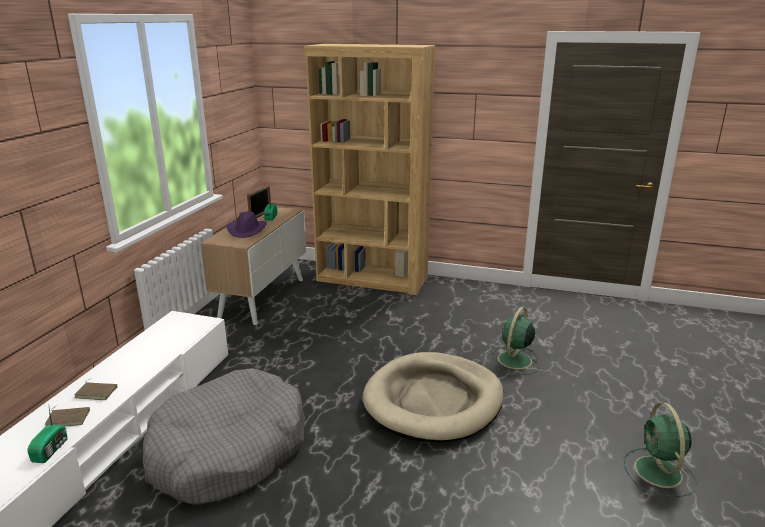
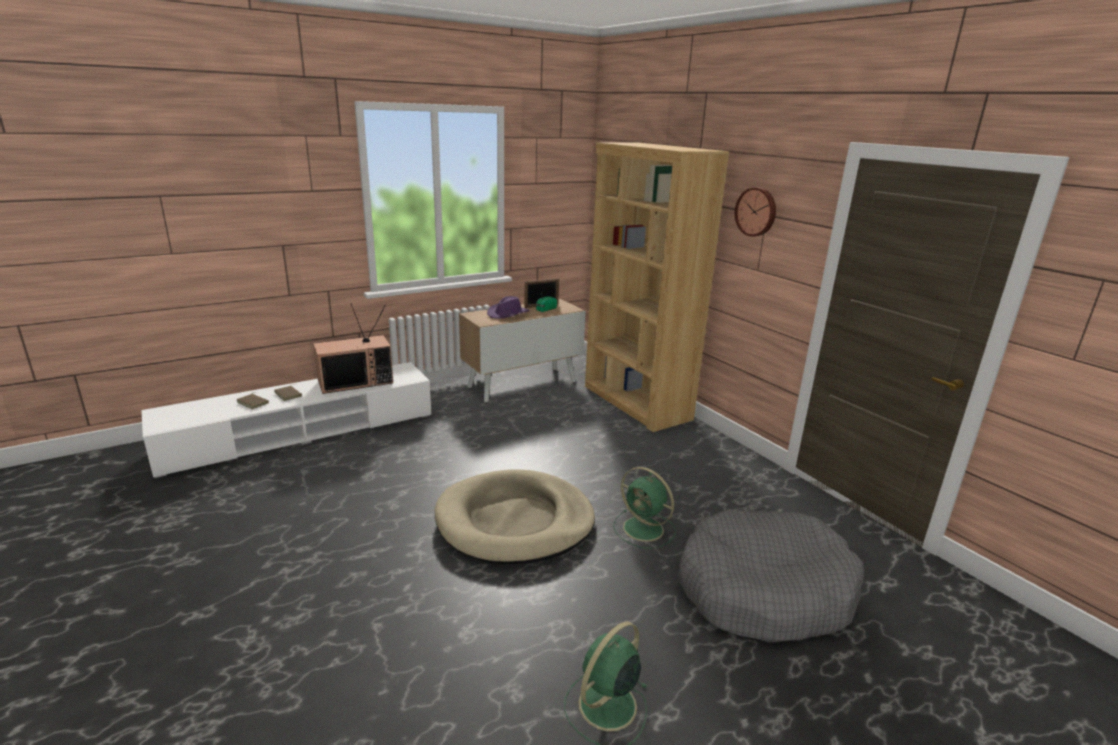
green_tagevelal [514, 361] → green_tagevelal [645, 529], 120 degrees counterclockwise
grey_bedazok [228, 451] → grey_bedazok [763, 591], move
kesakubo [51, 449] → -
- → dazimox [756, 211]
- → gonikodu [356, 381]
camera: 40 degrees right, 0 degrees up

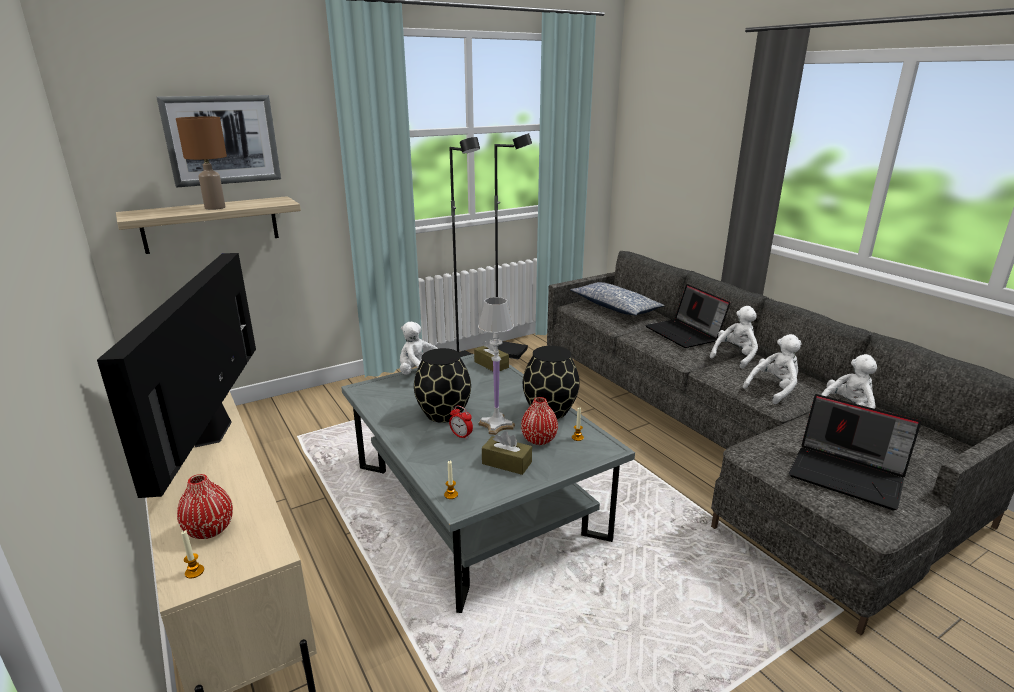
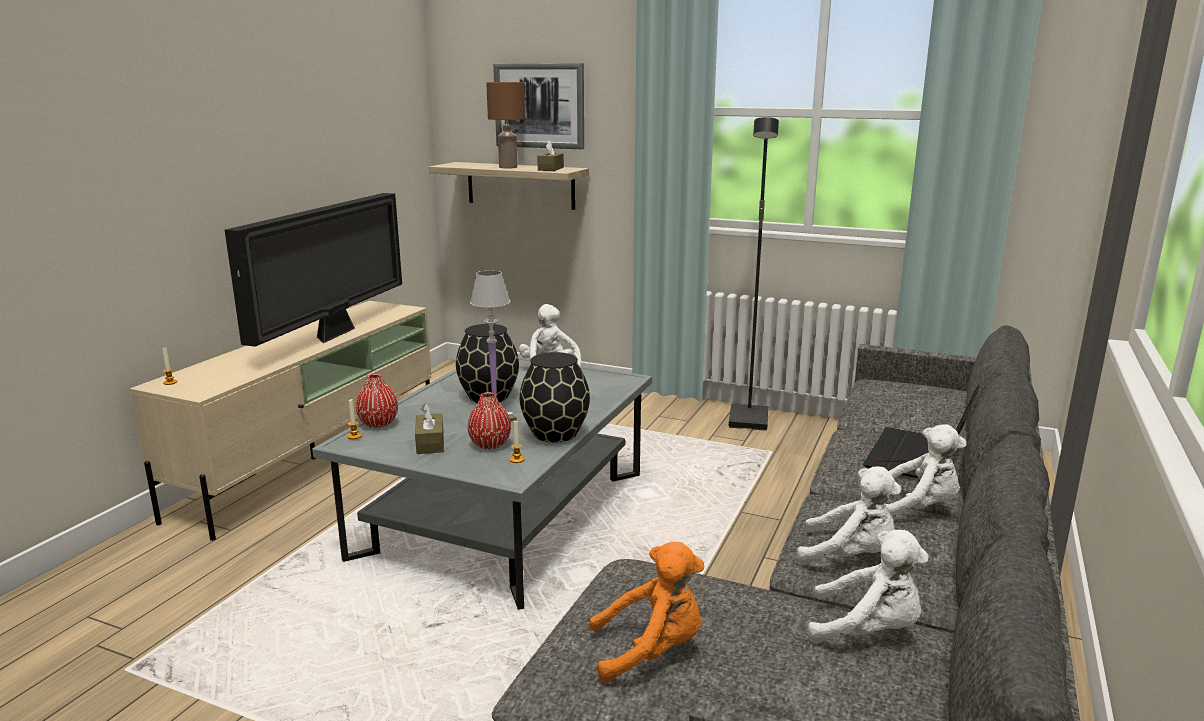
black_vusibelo [508, 351] → -
gonikodu [213, 432] → gonikodu [335, 333], 150 degrees clockwise
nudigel [615, 307] → -
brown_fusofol [491, 364] → brown_fusofol [550, 169], move
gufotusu [848, 475] → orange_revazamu [651, 651]
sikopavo [461, 436] → -
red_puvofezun [210, 530] → red_puvofezun [378, 423], move
camera: 55 degrees right, 5 degrees down

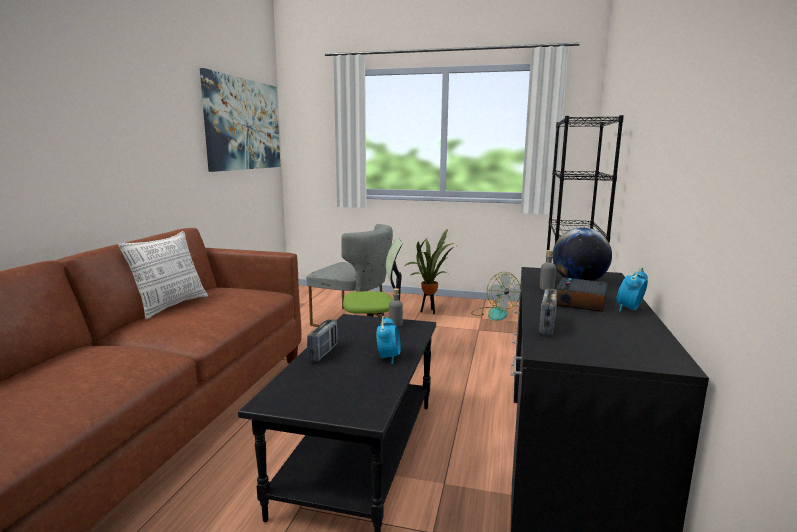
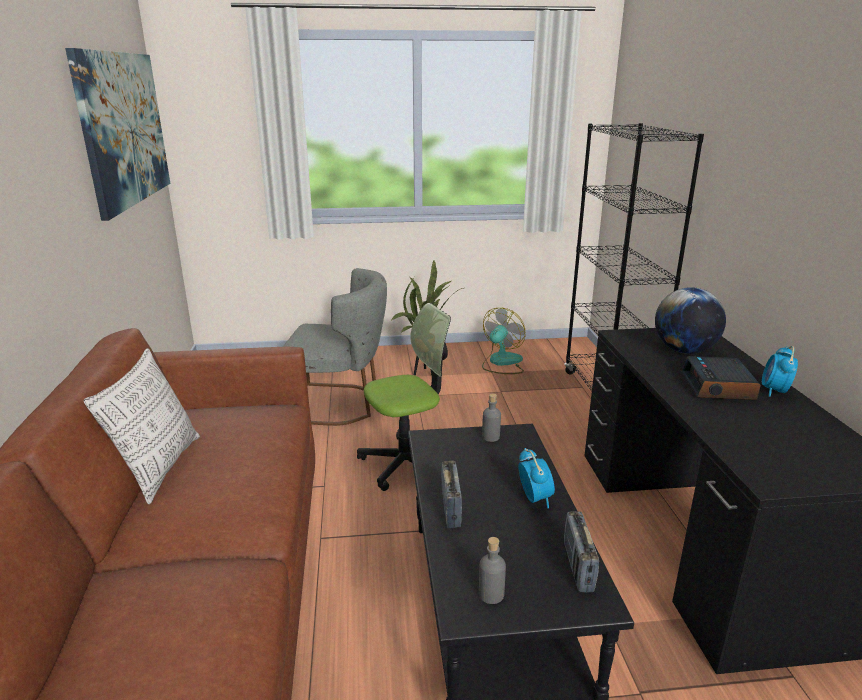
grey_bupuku [546, 288] → grey_bupuku [491, 594], move
tagevelal [493, 313] → tagevelal [501, 363], 105 degrees counterclockwise
kesakubo [547, 326] → kesakubo [578, 567], move
camera: 20 degrees left, 10 degrees up

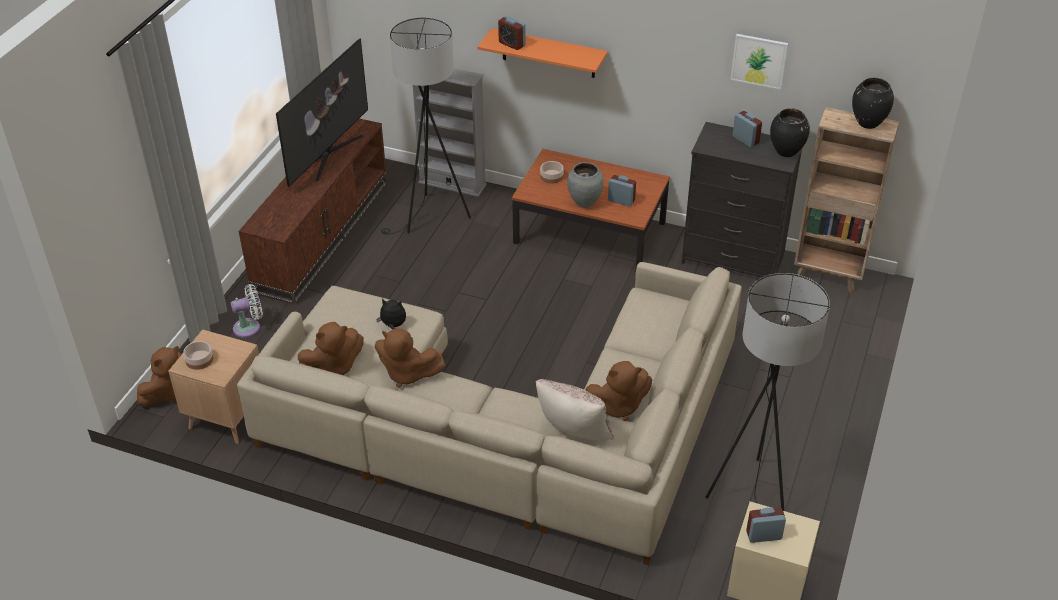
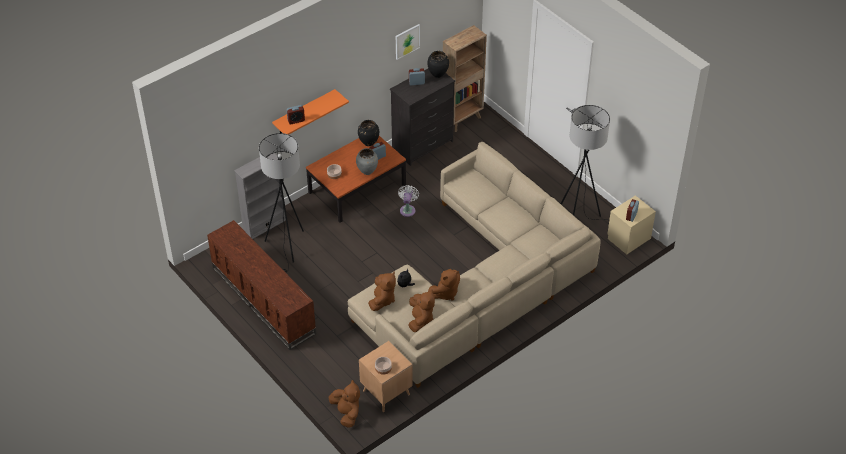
gonikodu [328, 154] → -
black_puvofezun [867, 123] → black_puvofezun [369, 143], move
white_tagevelal [249, 327] → white_tagevelal [408, 209], move
brown_revazamu [617, 406] → brown_revazamu [382, 300], move
beige_nudigel [573, 434] → -
camera: 60 degrees left, 5 degrees up

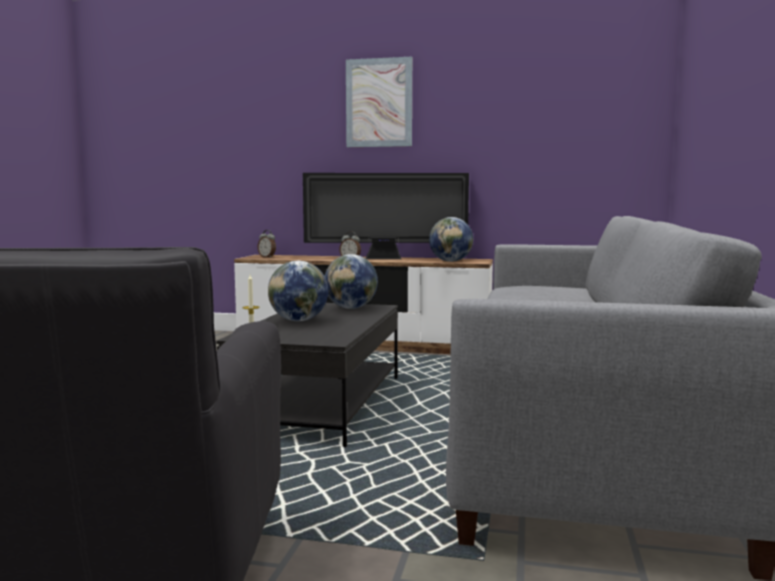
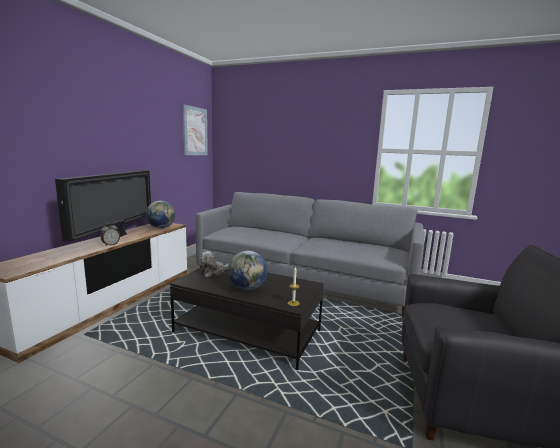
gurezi [379, 103] → gurezi [195, 131], move
sikopavo [267, 257] → -
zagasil [351, 308] → revazamu [213, 272]
camera: 80 degrees left, 5 degrees up

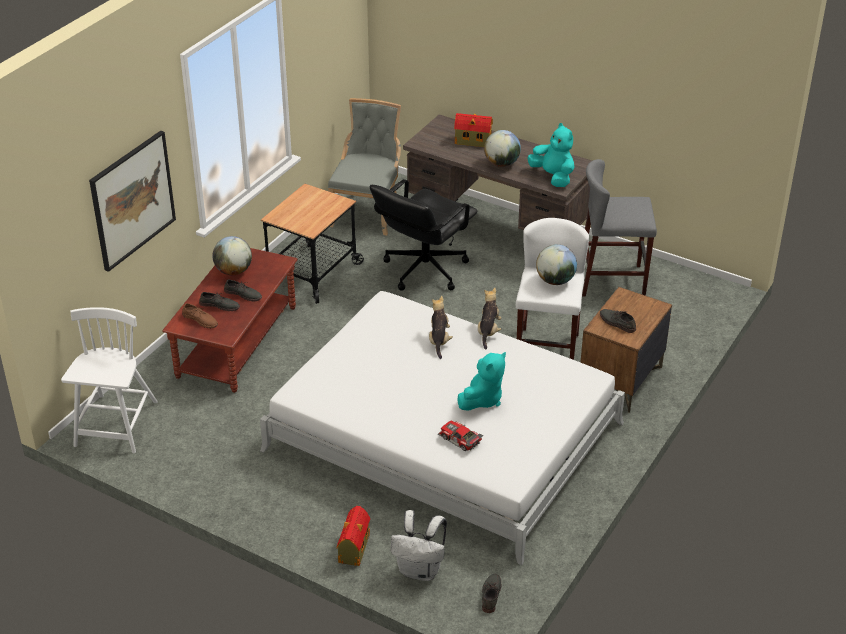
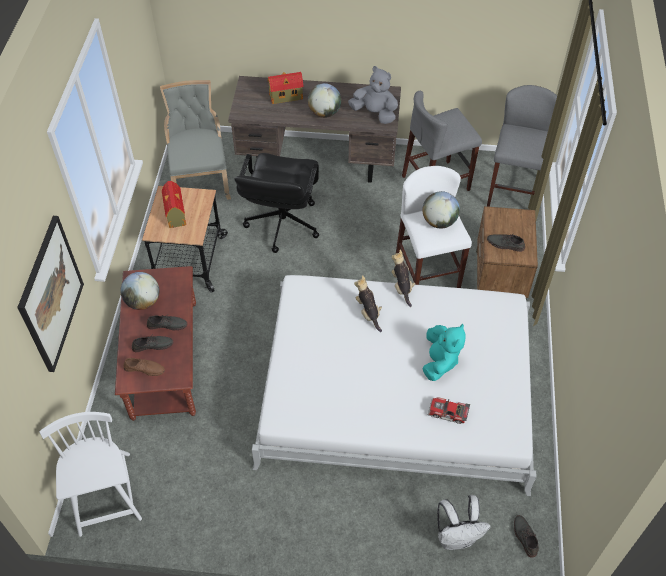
turquoise_revazamu [553, 177] → grey_revazamu [374, 113]
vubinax [353, 549] → vubinax [175, 214], move
- → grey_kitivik [513, 191]
camera: 25 degrees left, 15 degrees up

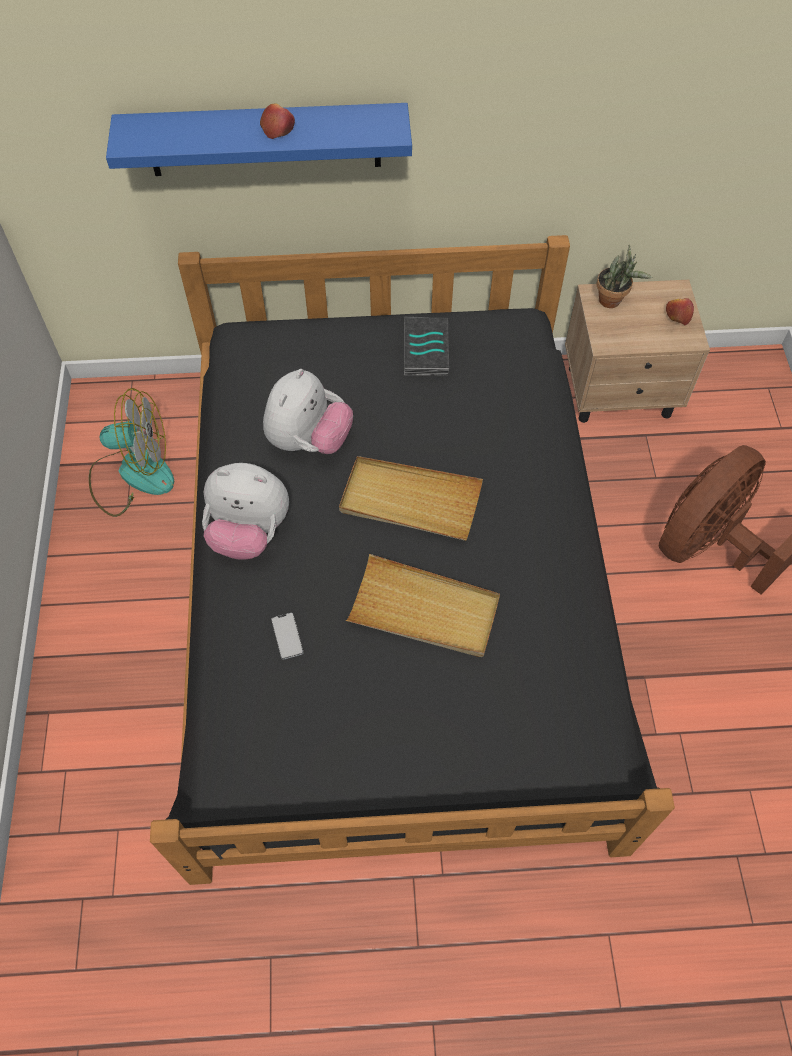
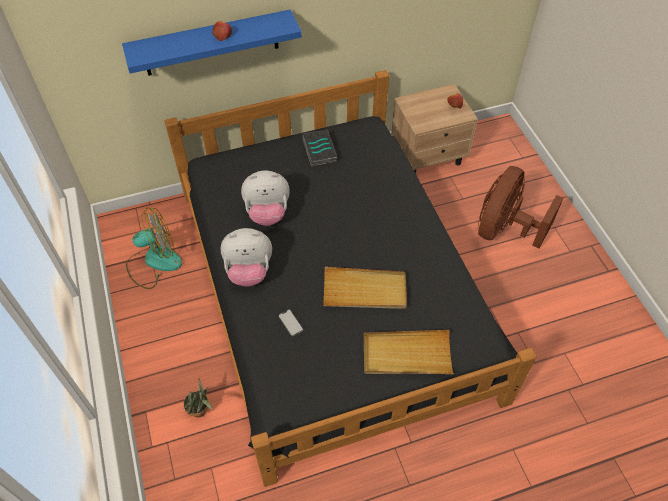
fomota [613, 301] → fomota [201, 411], move
revazamu [309, 440] → revazamu [267, 213], 75 degrees clockwise
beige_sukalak [410, 501] → beige_sukalak [406, 355], move
camera: 15 degrees left, 5 degrees down

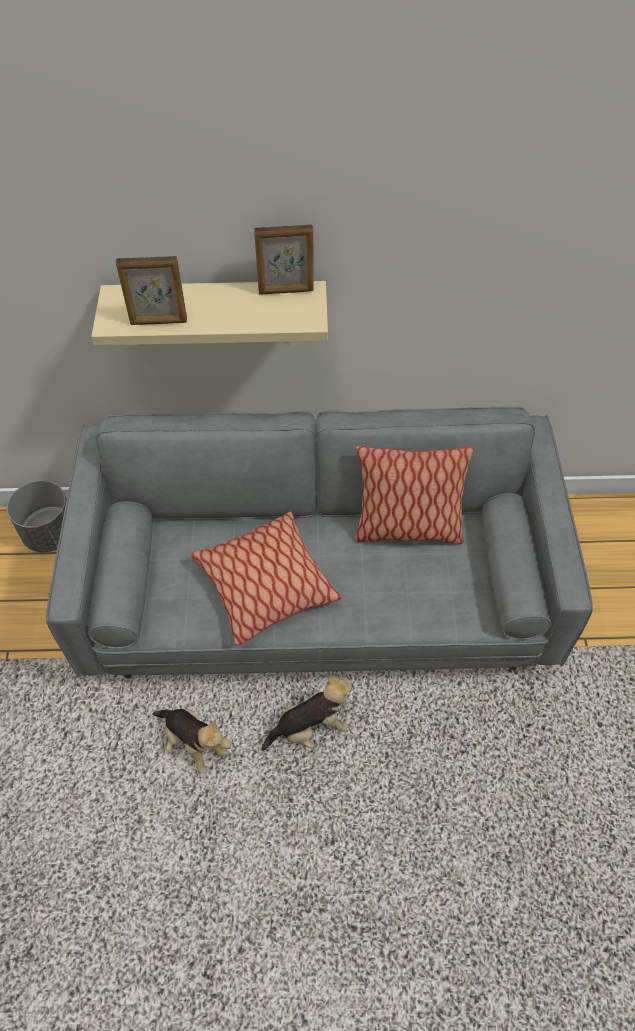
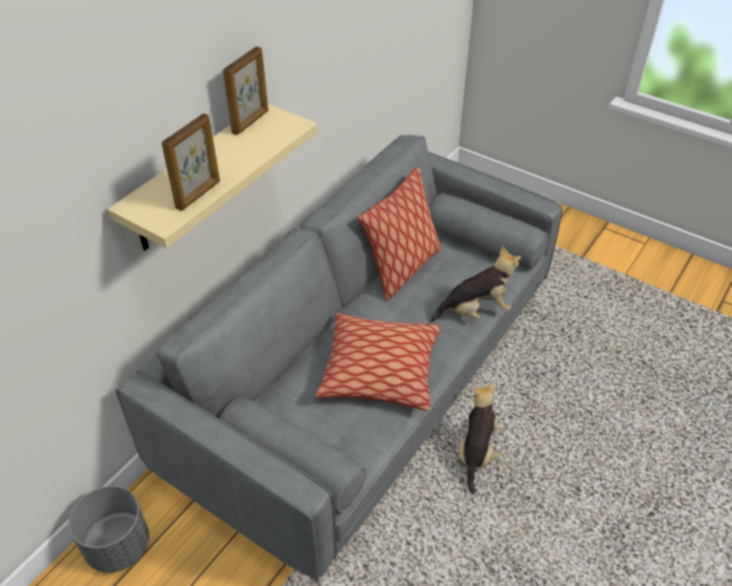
revazamu [193, 743] → revazamu [475, 310], move
camera: 55 degrees left, 10 degrees down

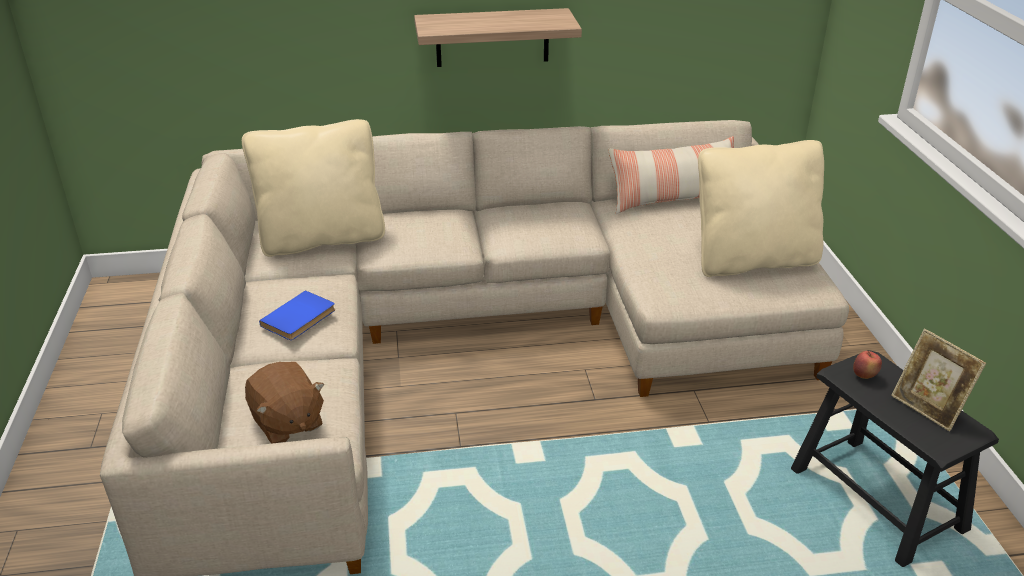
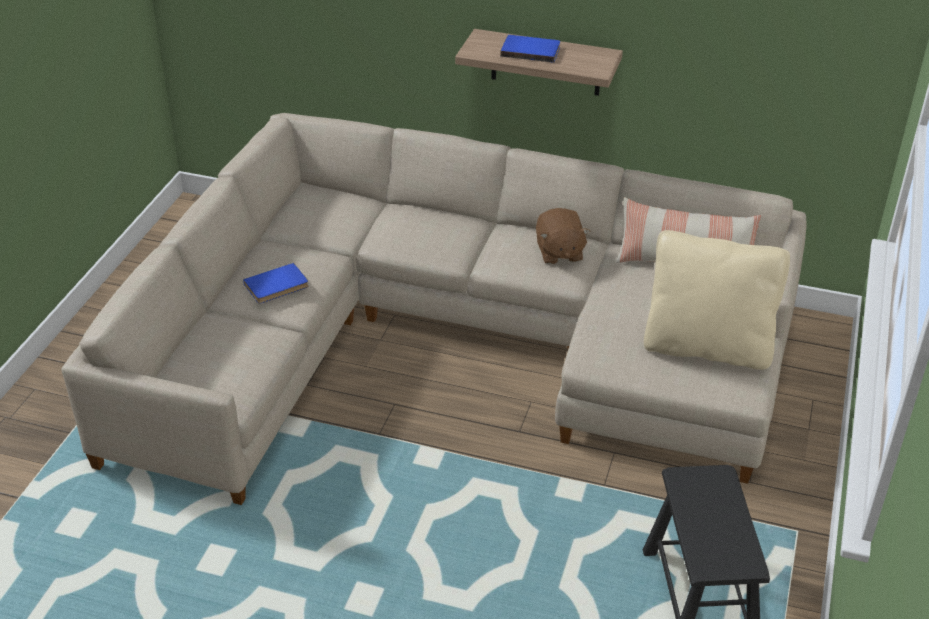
beige_nudigel [322, 239] → -
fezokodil [927, 409] → -
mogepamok [864, 375] → -
brown_revazamu [287, 423] → brown_revazamu [559, 252], move
- → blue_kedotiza [531, 50]
camera: 25 degrees right, 5 degrees up

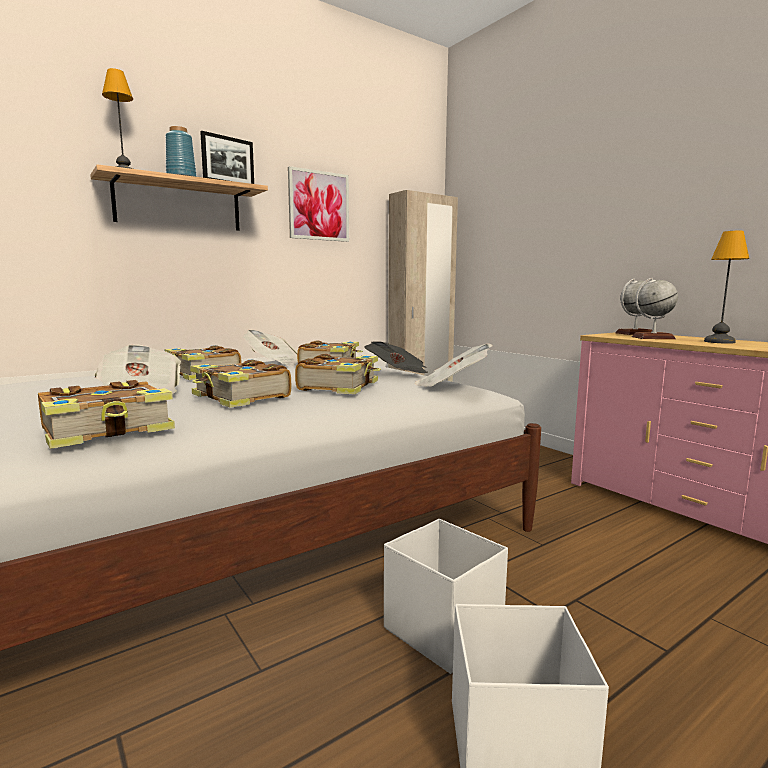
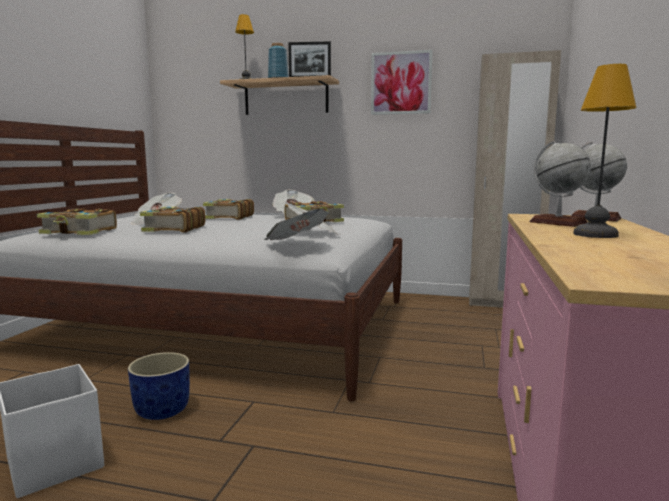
kedotiza [340, 386] → -
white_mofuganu [442, 629] → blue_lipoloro [162, 409]
camera: 50 degrees right, 0 degrees up

